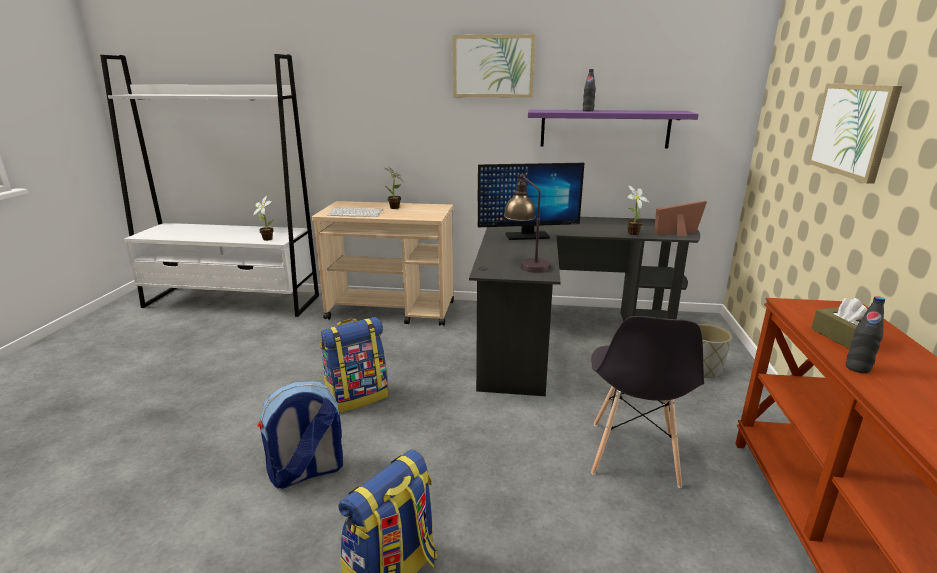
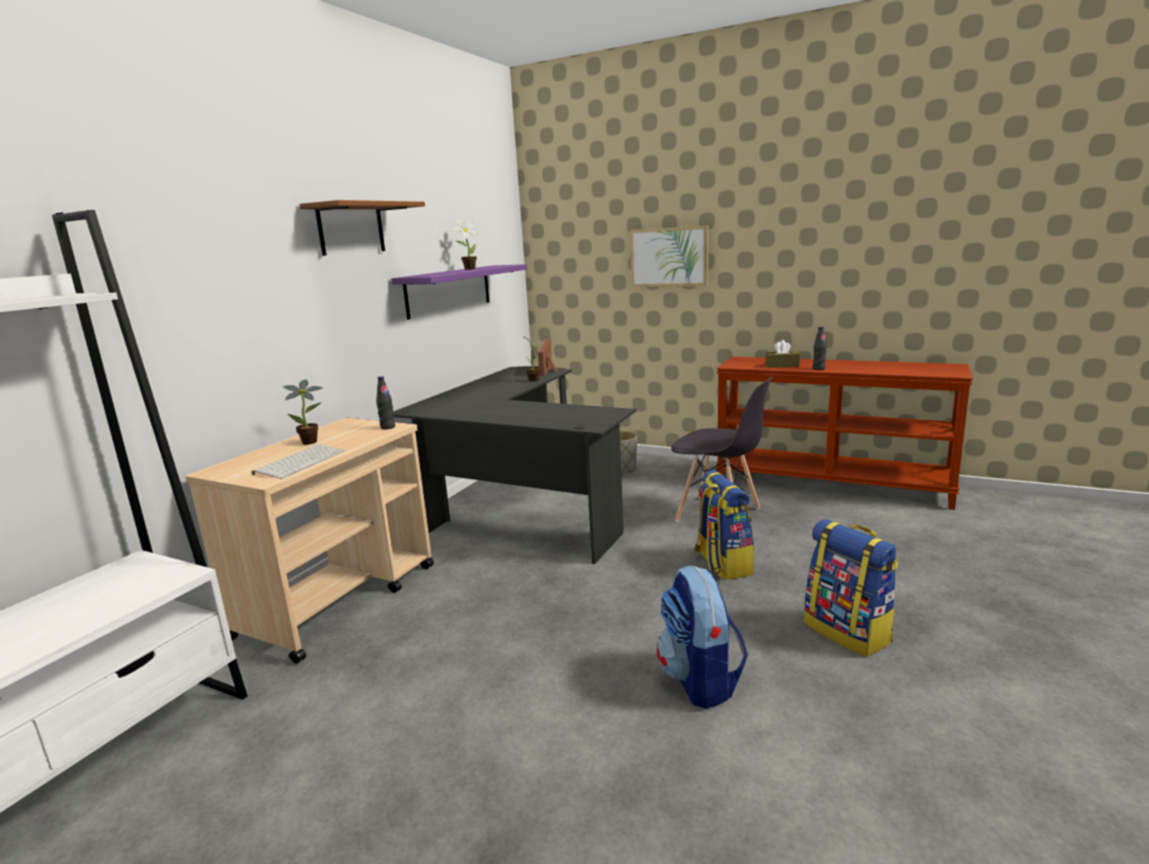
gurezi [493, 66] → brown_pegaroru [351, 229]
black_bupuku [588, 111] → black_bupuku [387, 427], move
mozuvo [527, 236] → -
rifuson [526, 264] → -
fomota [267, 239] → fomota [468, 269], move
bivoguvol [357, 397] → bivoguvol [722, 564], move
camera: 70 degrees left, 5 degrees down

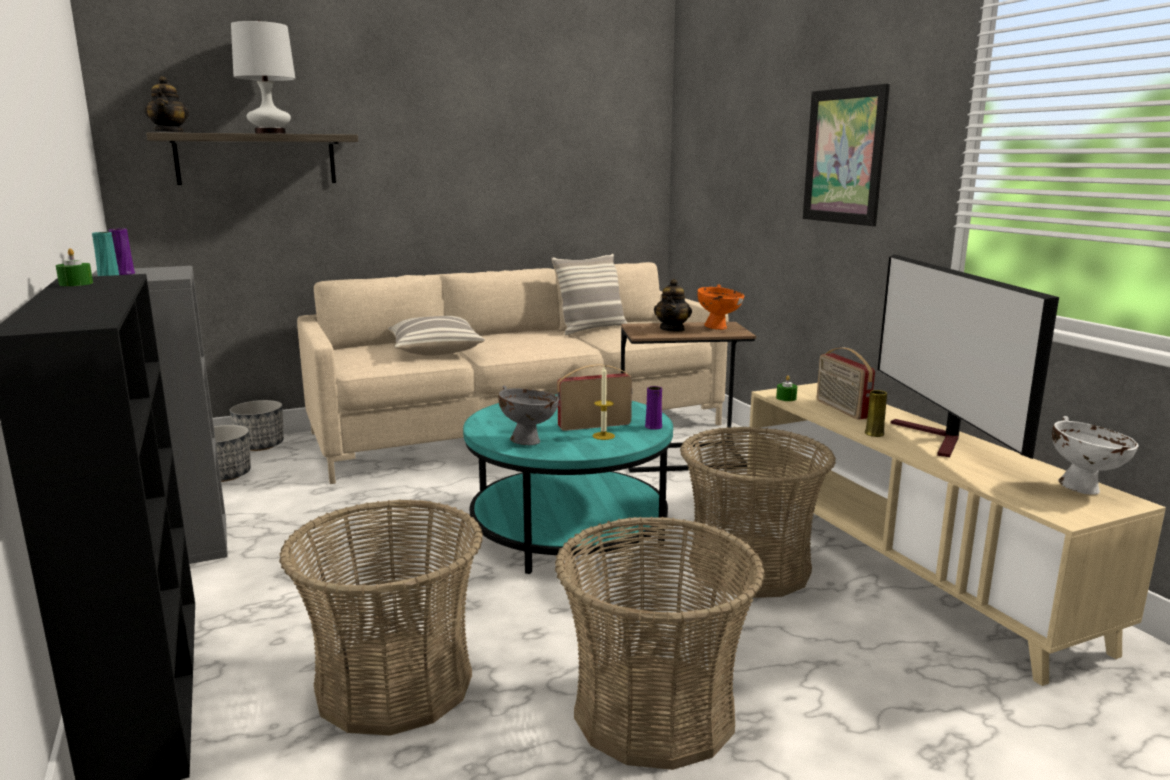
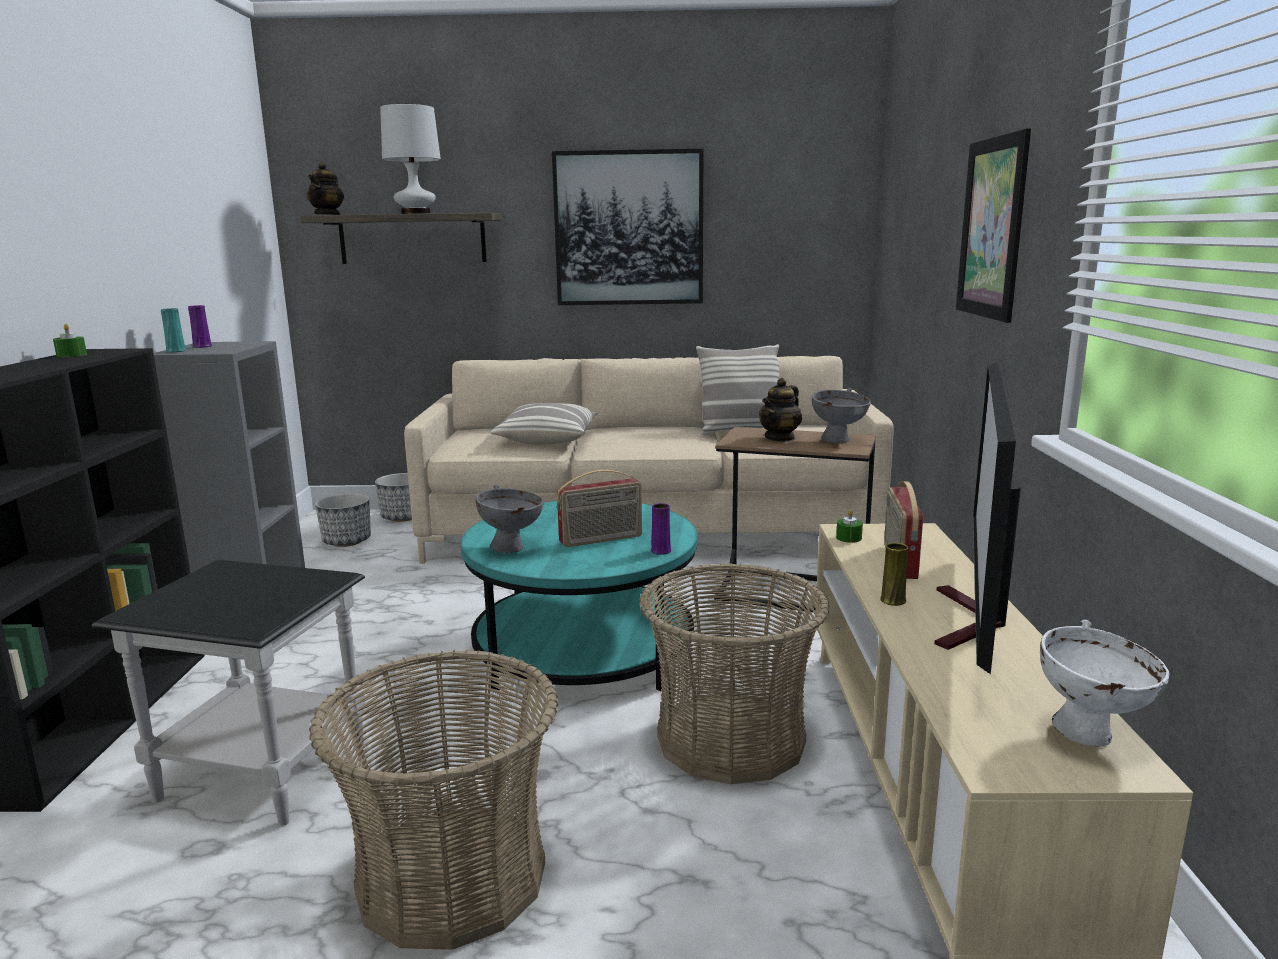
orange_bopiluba [718, 328] → grey_bopiluba [838, 441]
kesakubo [594, 425] → kesakubo [601, 540], 150 degrees clockwise
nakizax [603, 436] → -
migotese [394, 683] → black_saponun [265, 773]
- → gurezi [629, 228]
camera: 25 degrees right, 0 degrees up

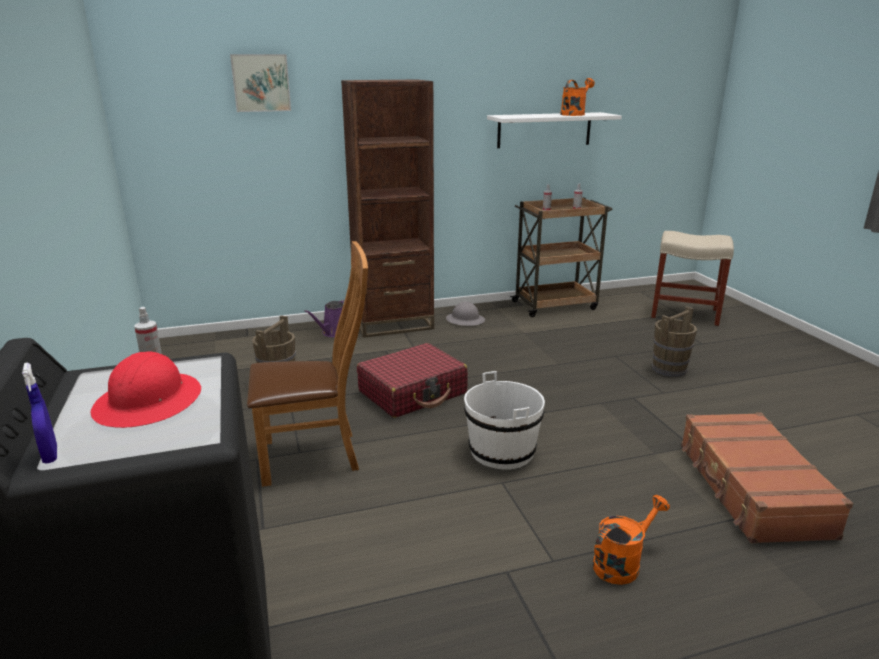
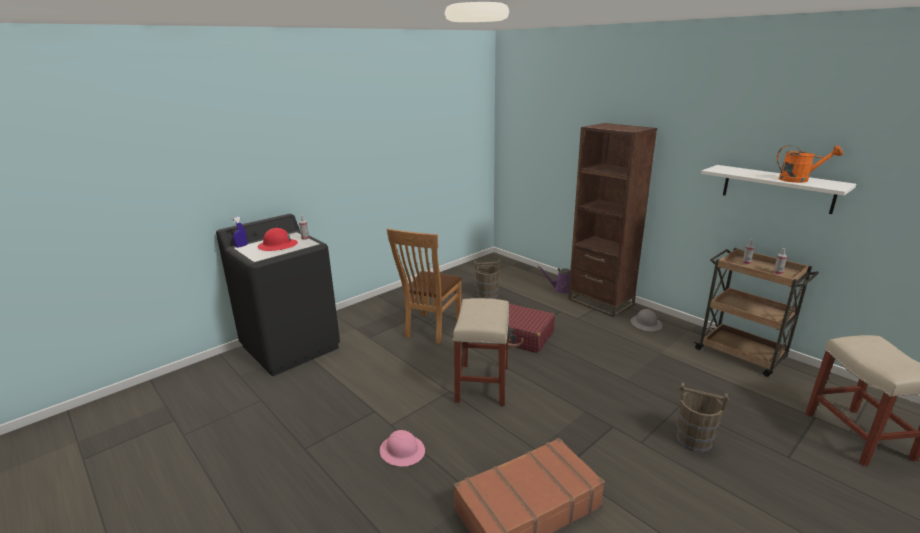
gurezi [261, 83] → -
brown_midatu [316, 455] → brown_midatu [430, 329], 60 degrees clockwise
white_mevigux [501, 451] → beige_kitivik [482, 383]
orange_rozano [622, 563] → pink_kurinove [402, 451]
camera: 65 degrees right, 0 degrees up

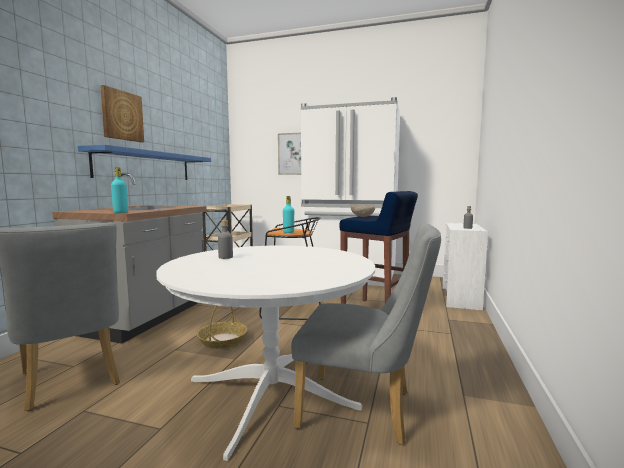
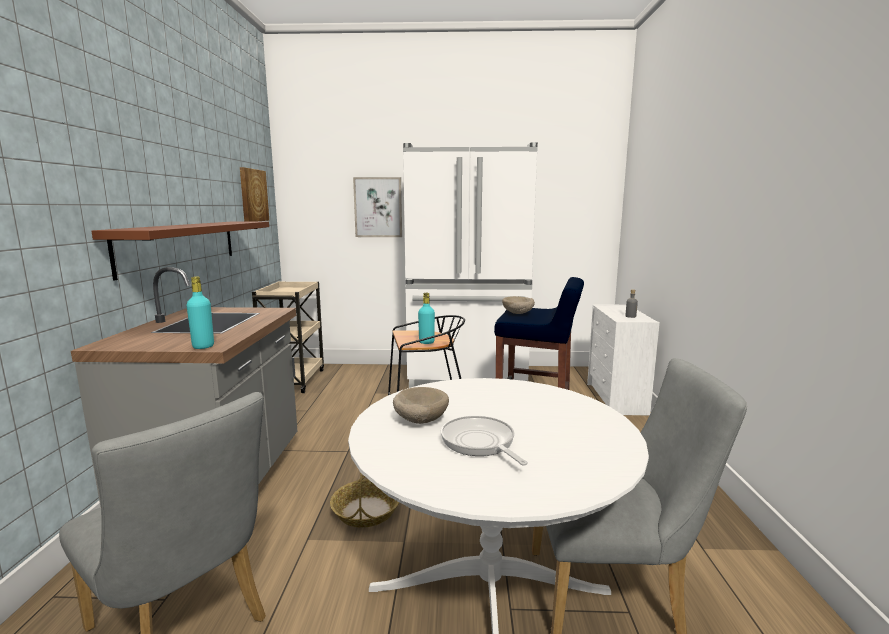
gurezi [122, 115] → gurezi [253, 195], move
blue_pegaroru [146, 166] → brown_pegaroru [181, 245]
grey_bupuku [225, 257] → beige_bopiluba [419, 420]
- → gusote [480, 443]
camera: 15 degrees left, 5 degrees up

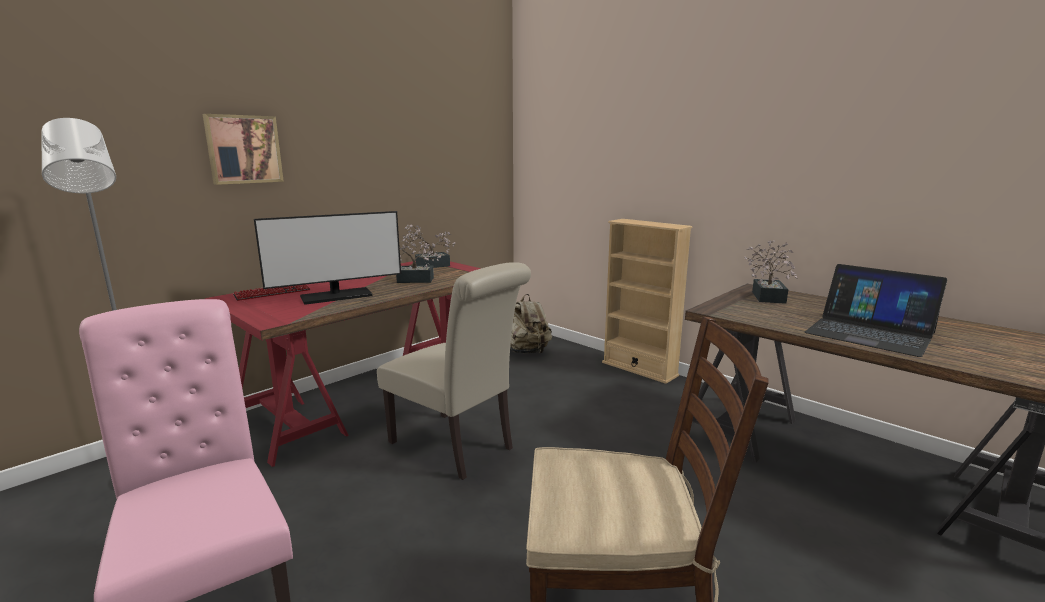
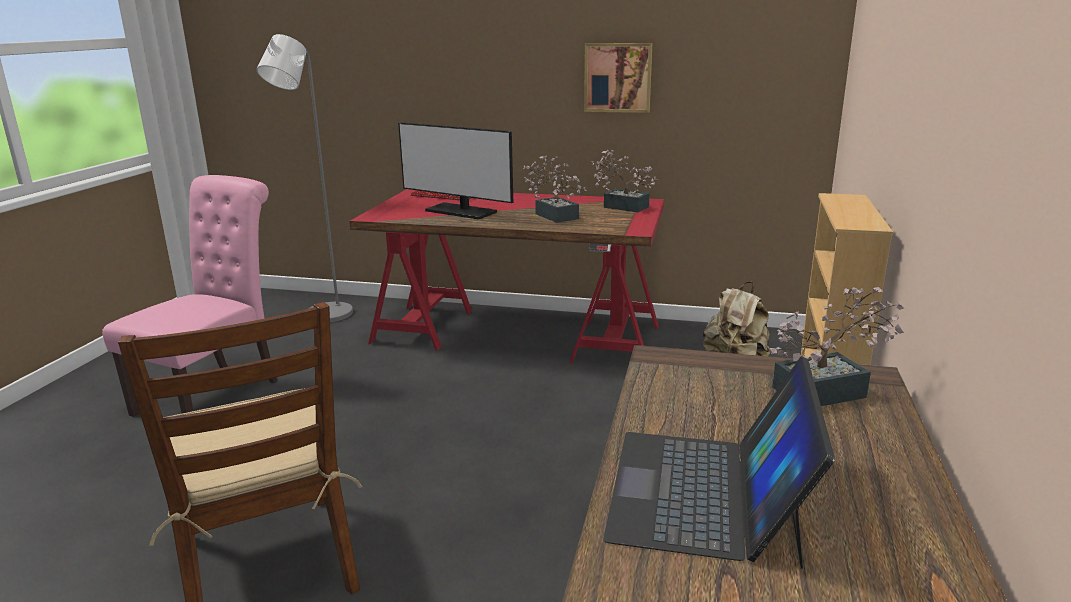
gurezi [243, 149] → gurezi [618, 77], move
beige_midatu [457, 447] → -
camera: 60 degrees right, 5 degrees up

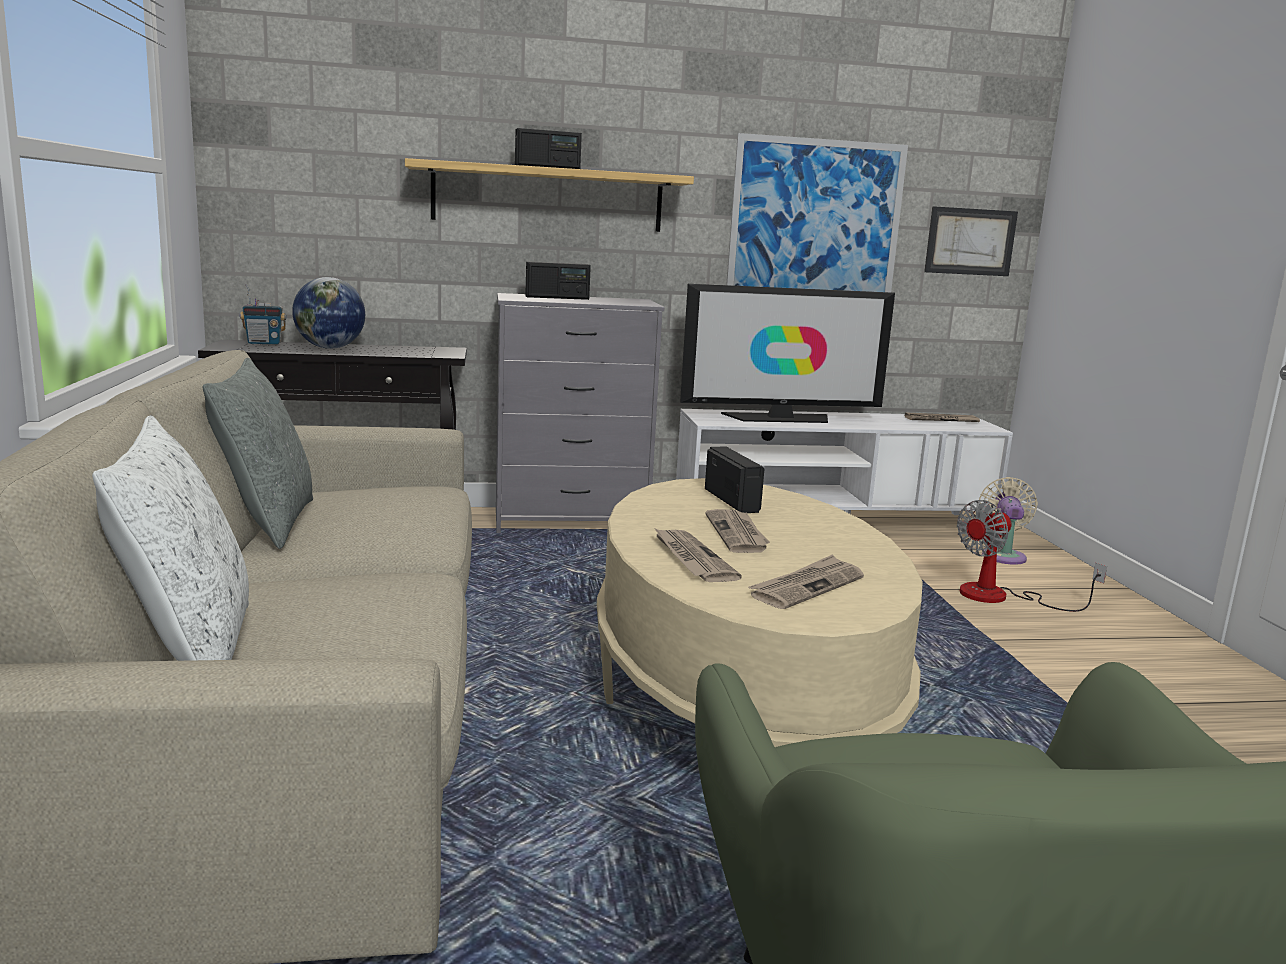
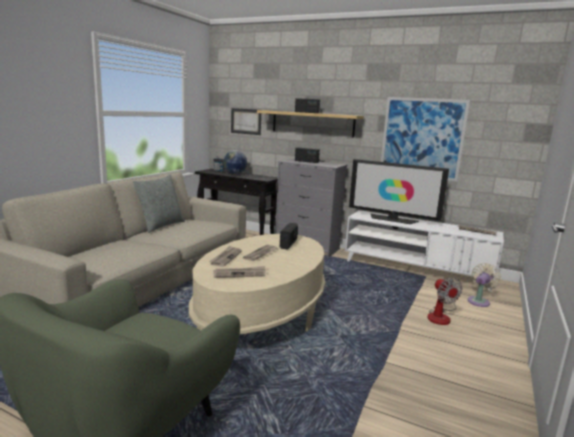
gurezi [970, 241] → gurezi [246, 121], move
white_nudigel [189, 652] → -
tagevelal [1001, 597] → tagevelal [441, 316], 105 degrees counterclockwise
camera: 35 degrees right, 0 degrees up

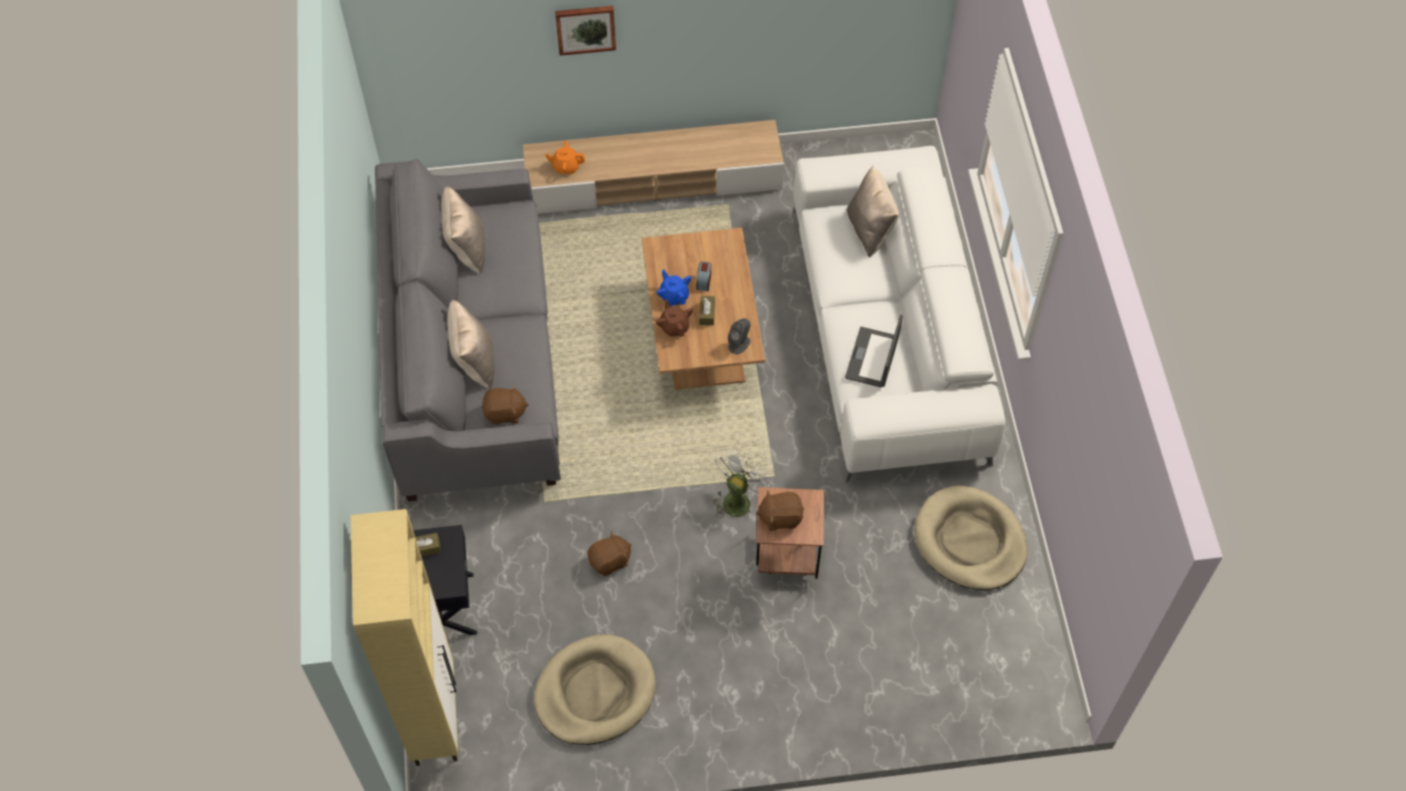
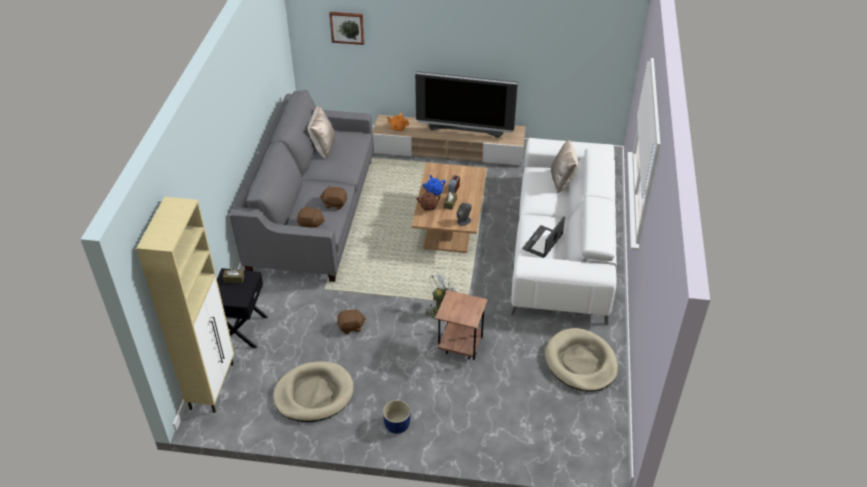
gurezi [585, 28] → gurezi [347, 27], move
beige_nudigel [474, 362] → -
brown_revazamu [780, 517] → brown_revazamu [335, 204], move
- → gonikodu [466, 130]
- → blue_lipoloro [396, 425]
camera: 15 degrees right, 15 degrees down

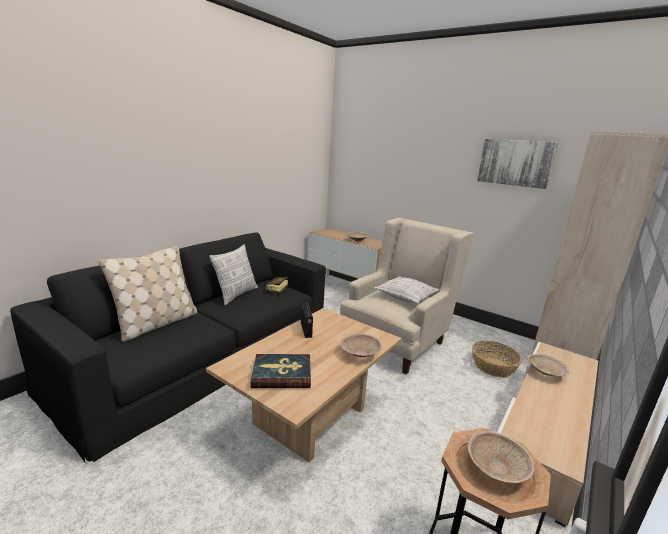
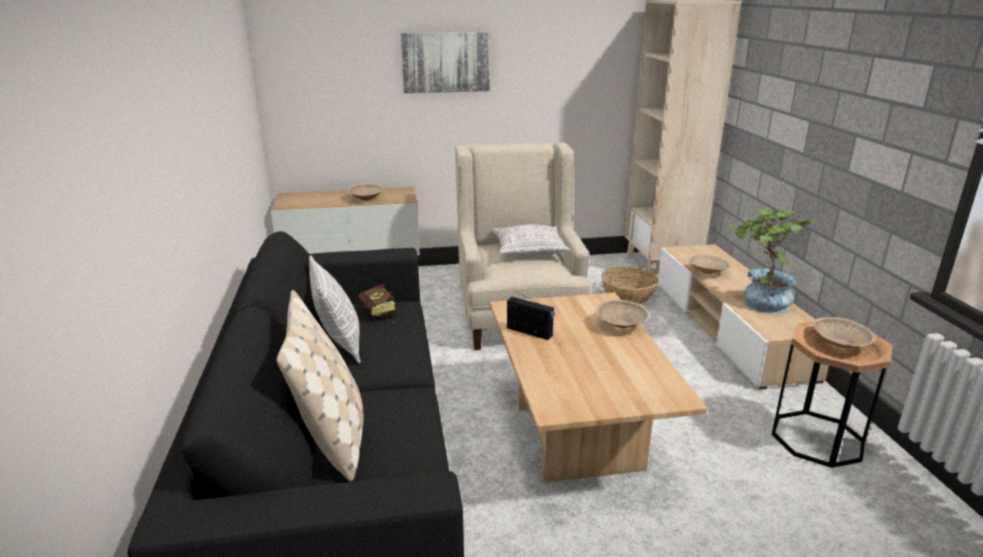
gurezi [515, 163] → gurezi [446, 62], move
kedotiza [282, 373] → -
- → fomota [759, 303]
camera: 45 degrees left, 5 degrees up

